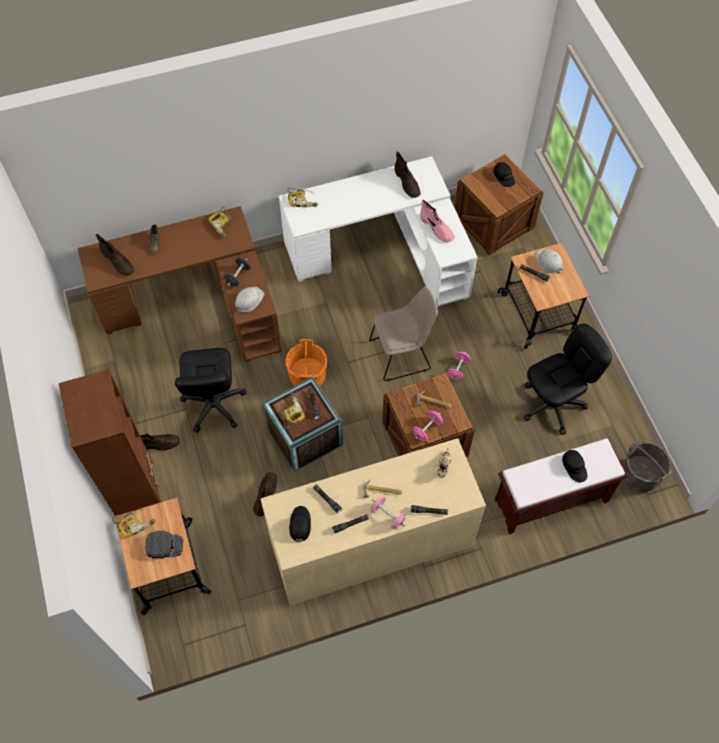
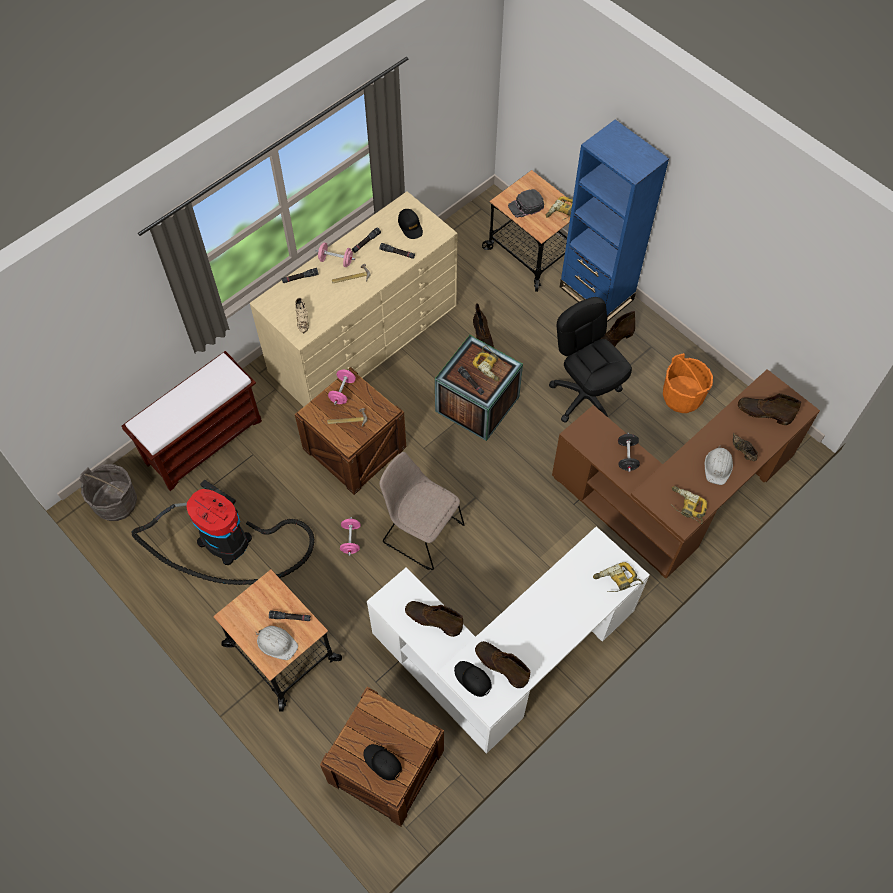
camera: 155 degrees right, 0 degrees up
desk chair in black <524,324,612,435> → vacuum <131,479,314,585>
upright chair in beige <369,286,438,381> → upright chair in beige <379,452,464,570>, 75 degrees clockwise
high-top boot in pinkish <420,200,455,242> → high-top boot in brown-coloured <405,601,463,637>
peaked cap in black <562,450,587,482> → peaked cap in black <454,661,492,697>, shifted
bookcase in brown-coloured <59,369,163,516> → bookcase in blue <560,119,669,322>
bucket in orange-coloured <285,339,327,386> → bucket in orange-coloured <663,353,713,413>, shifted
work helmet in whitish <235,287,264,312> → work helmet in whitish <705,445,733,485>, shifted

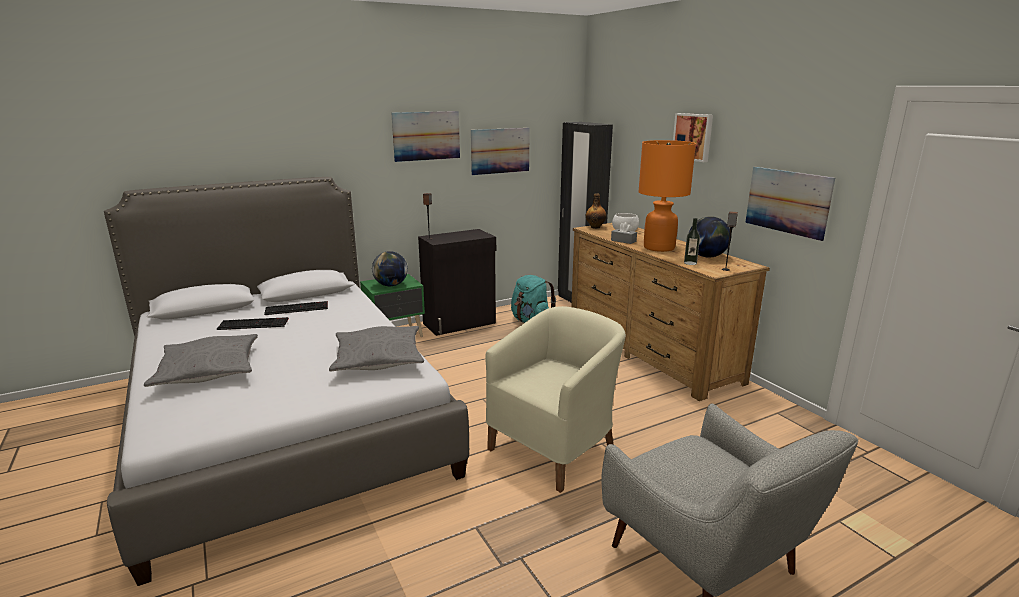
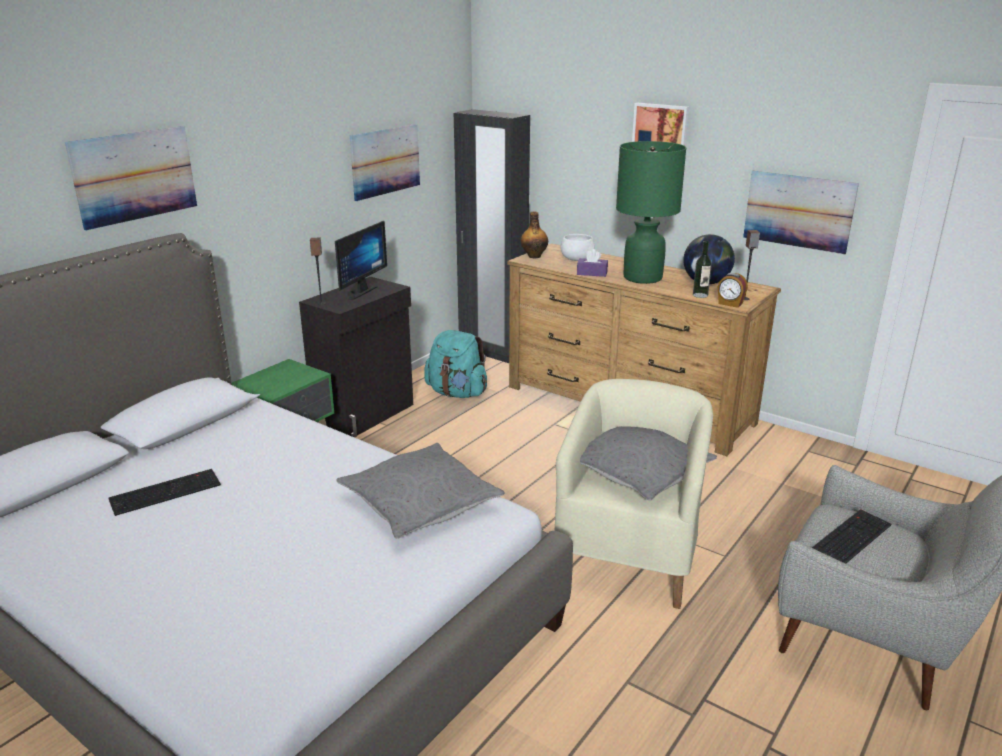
camera: 25 degrees left, 5 degrees up
wall picture <391,111,460,162> → wall picture <65,126,197,230>, shifted
- → computer screen <335,221,387,300>
tissue holder in greyish <611,222,637,244> → tissue holder in purple-coloured <577,249,608,277>
cushion in greyish <144,334,258,387> → cushion in greyish <580,426,717,501>, shifted
lamp for a table in orange-coloured <638,140,696,252> → lamp for a table in greenish <616,141,686,284>
- → alarm clock <718,273,748,308>
computer keyboard <264,301,328,315> → computer keyboard <812,509,891,563>, shifted
desk globe <372,251,408,286> → -

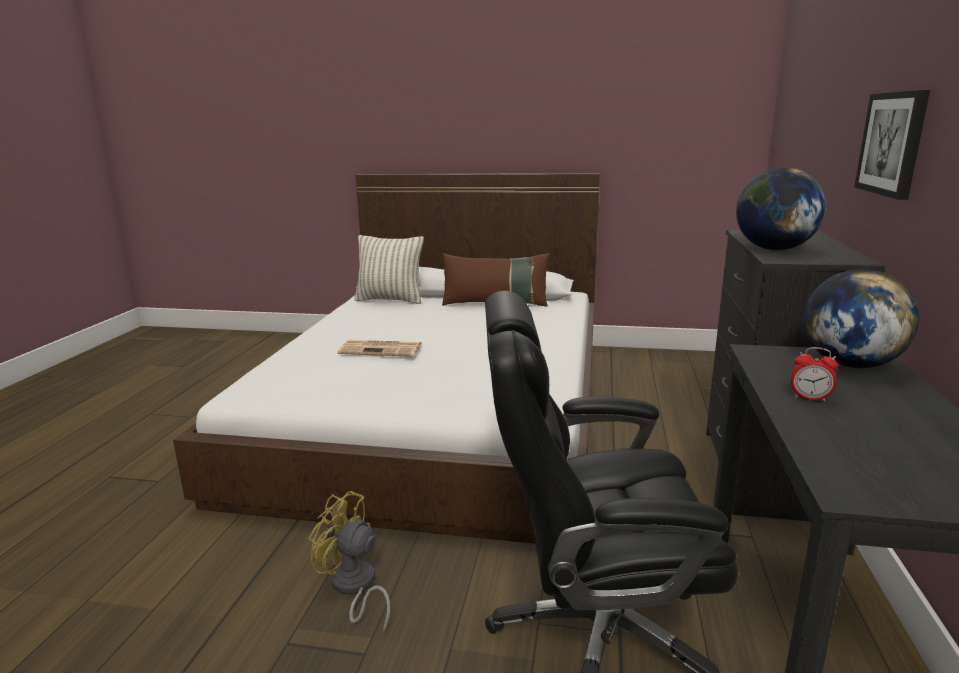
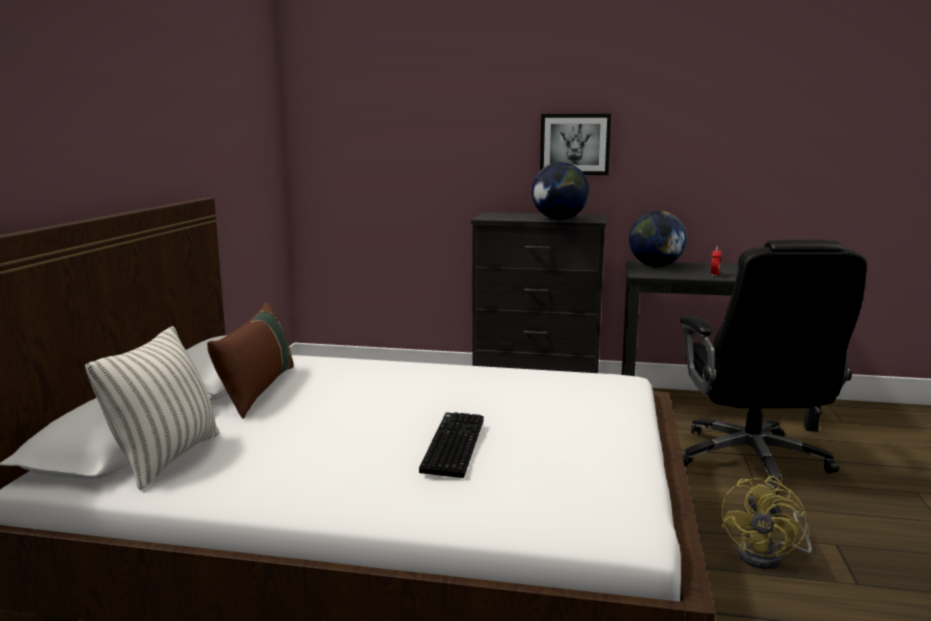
camera: 90 degrees left, 5 degrees down
daily paper <338,340,422,357> → computer keyboard <419,412,484,478>

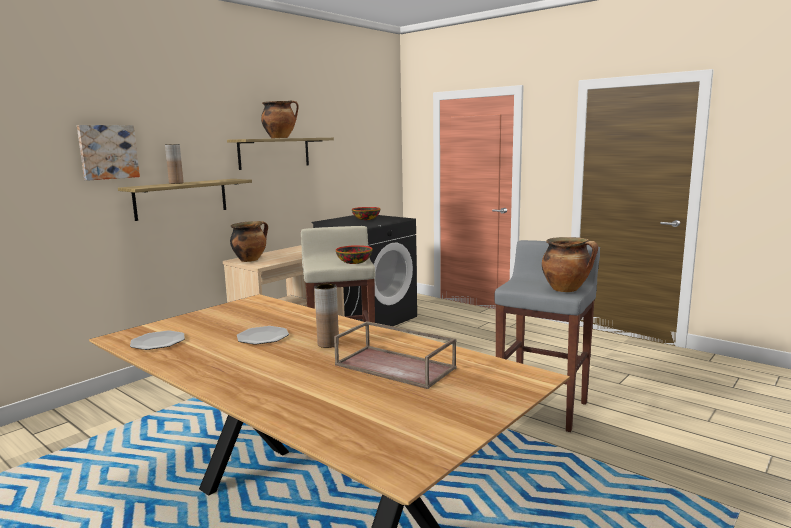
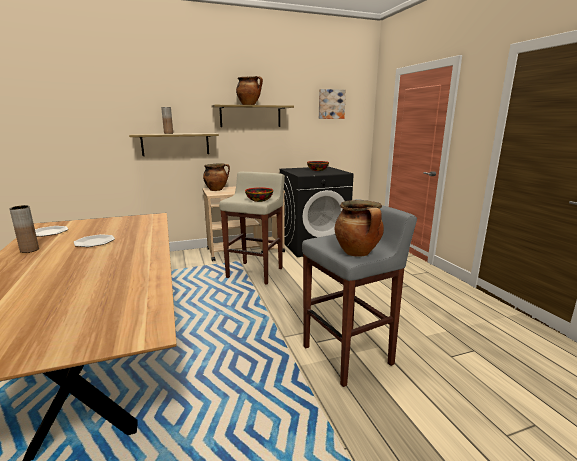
camera: 30 degrees right, 5 degrees up
decorative vase in brown-coloured <314,283,339,348> → decorative vase in brown-coloured <9,205,39,253>, shifted
wall picture <77,125,140,181> → wall picture <319,89,346,119>, shifted
tray in brown-coloured <334,321,457,389> → -

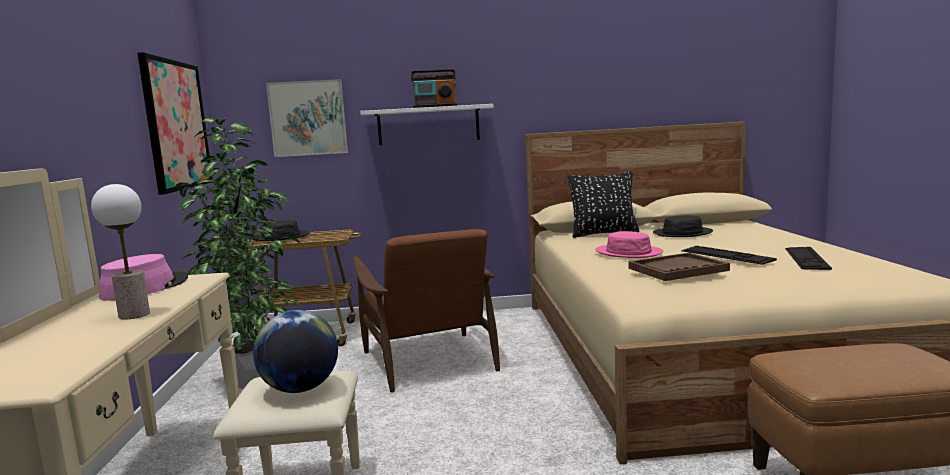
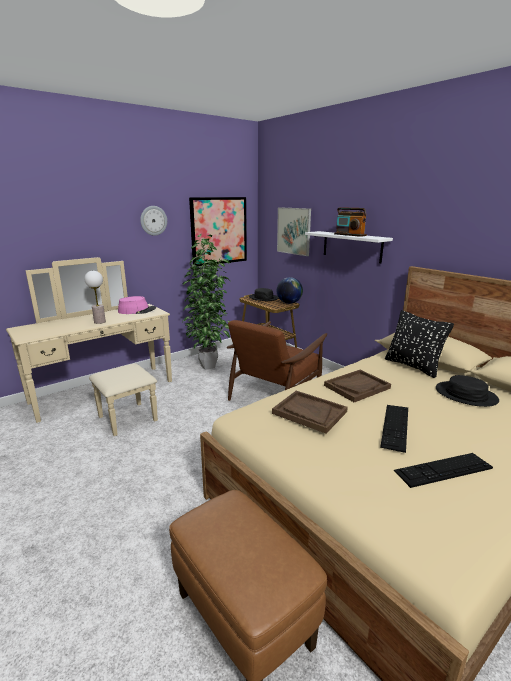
camera: 55 degrees right, 10 degrees up
- → hanging clock <140,206,167,236>
desk globe <253,310,338,393> → desk globe <277,277,303,304>, shifted
hat in pinkish <595,231,663,258> → tray in brown-coloured <324,370,391,402>

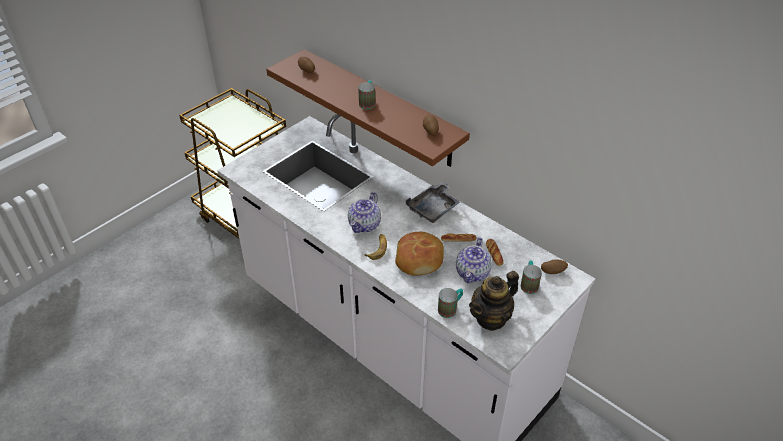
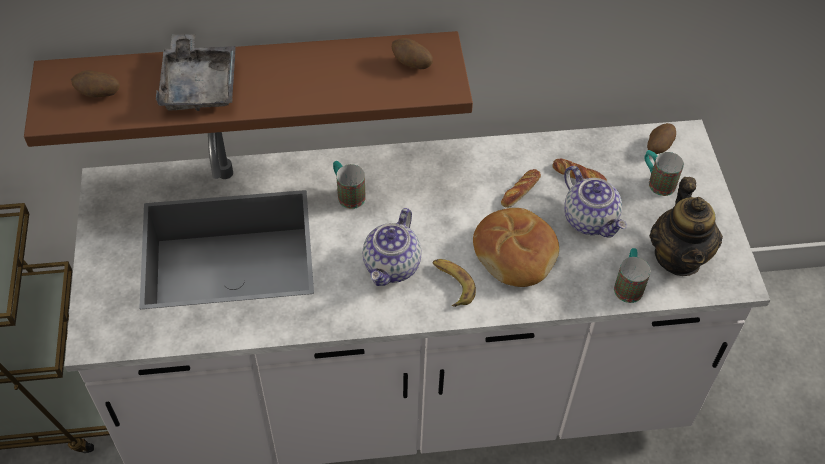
camera: 50 degrees left, 10 degrees up
tray in greyish <406,182,460,223> → tray in greyish <156,34,236,111>, shifted
mug <358,80,375,110> → mug <333,161,366,209>, shifted
tea pot <348,192,381,233> → tea pot <363,208,421,286>, 45 degrees clockwise

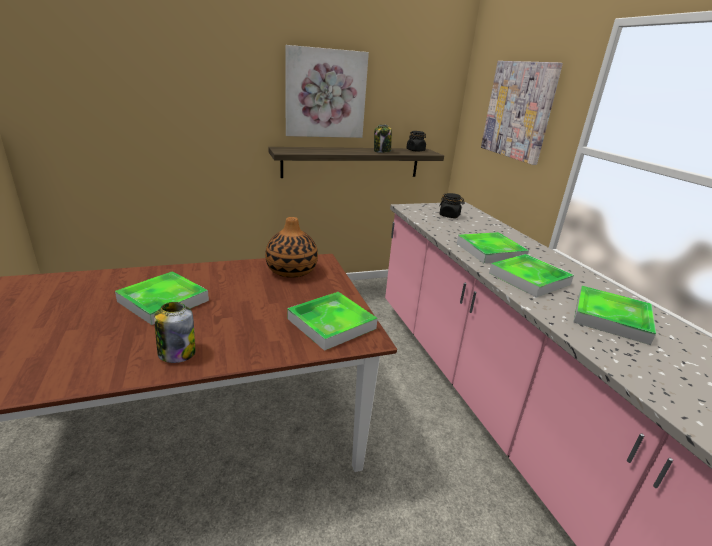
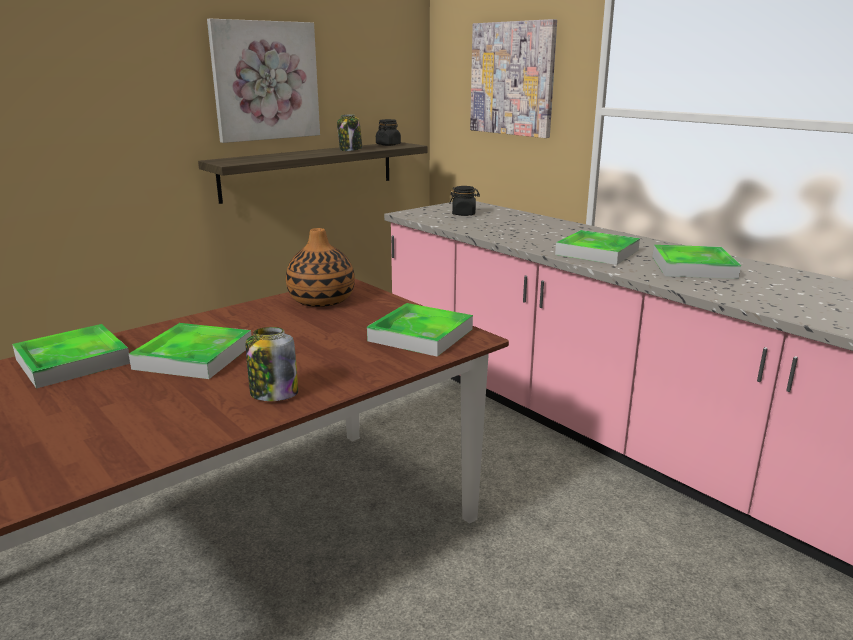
camera: 20 degrees left, 5 degrees down
tray <457,232,529,263> → tray <12,324,130,389>, shifted

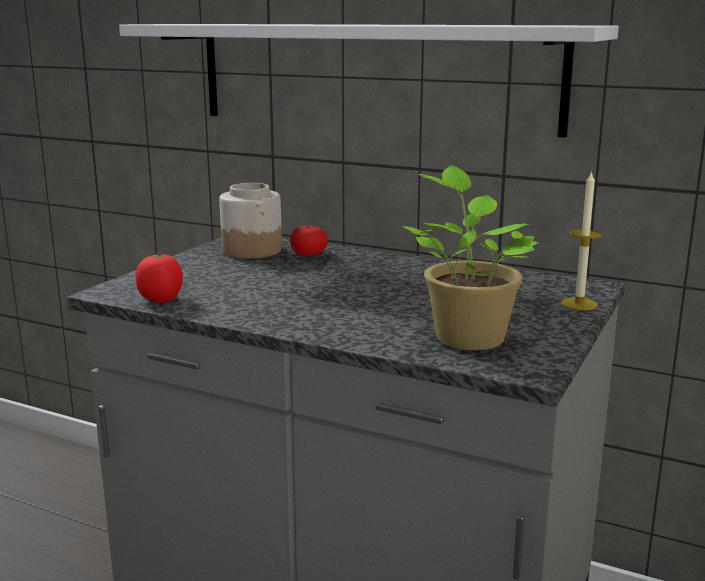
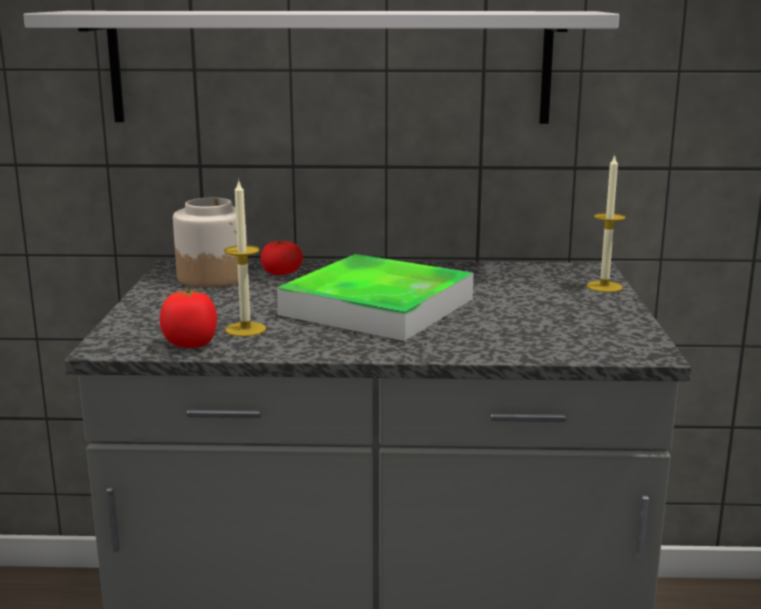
camera: 25 degrees left, 0 degrees up
- → candle <224,179,266,337>
- → tray <277,254,474,341>
houseplant <402,165,539,350> → -

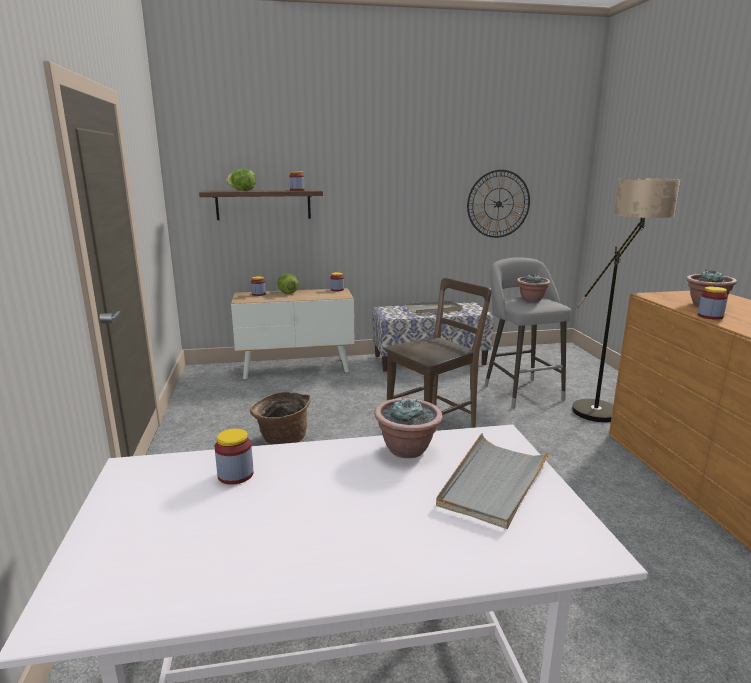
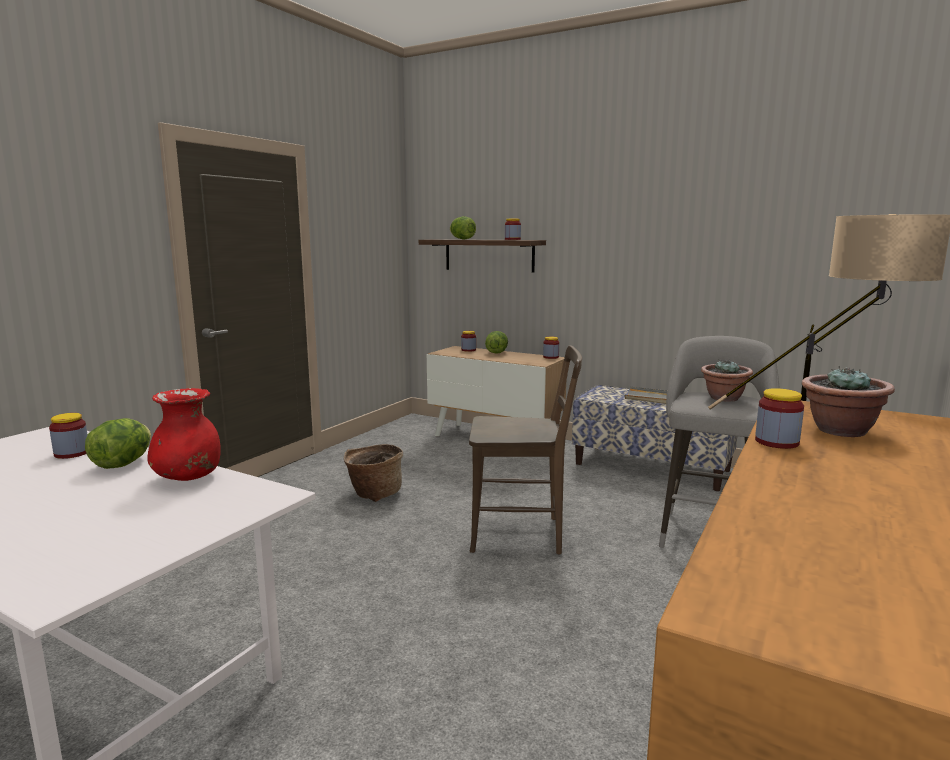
camera: 40 degrees right, 5 degrees down
- → lettuce head <85,418,151,469>
houseplant <374,398,443,458> → decorative vase in reddish <147,388,221,481>
tray in greyish <436,433,552,529> → -
hanging clock <467,170,530,238> → -

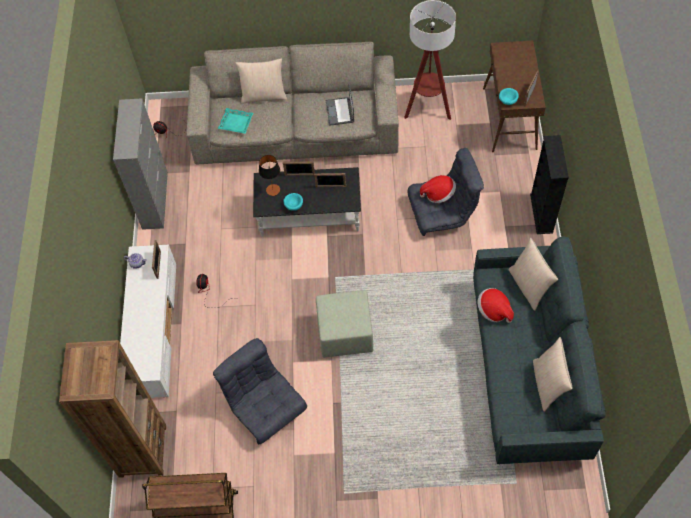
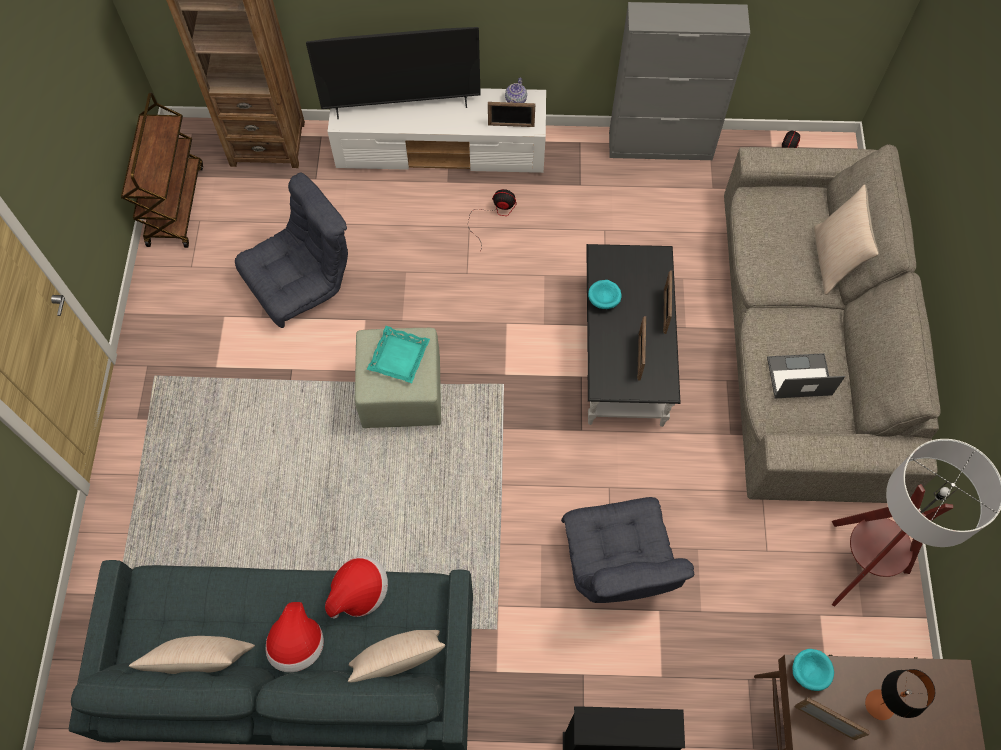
camera: 90 degrees right, 5 degrees up
hat <420,175,456,203> → hat <266,602,324,672>, shifted
- → television <306,27,481,119>
tray in turquoise <218,108,253,134> → tray in turquoise <367,326,430,383>, shifted
lamp for a table <259,155,280,196> → lamp for a table <865,669,935,720>, shifted

